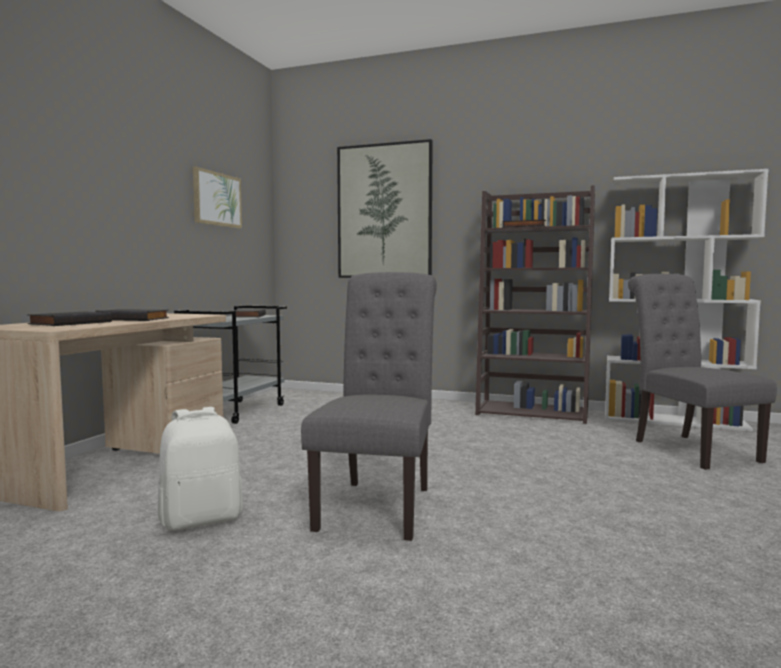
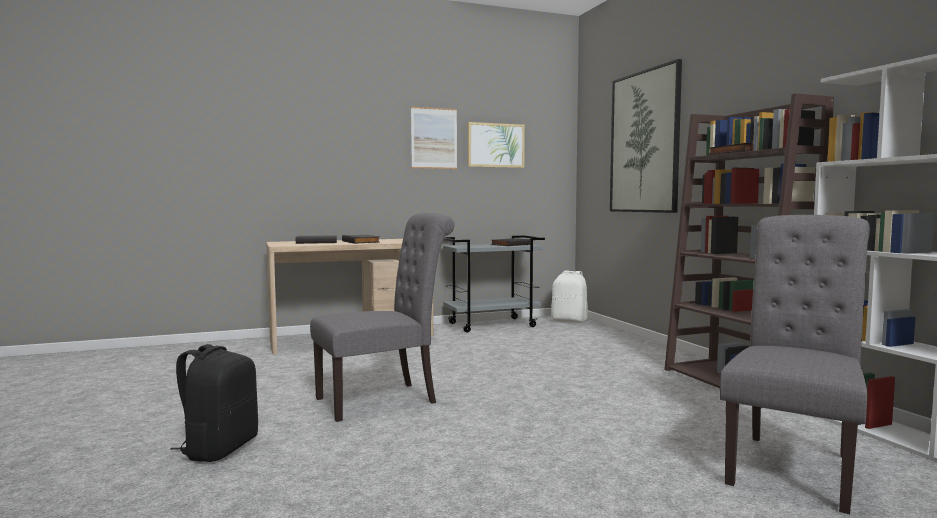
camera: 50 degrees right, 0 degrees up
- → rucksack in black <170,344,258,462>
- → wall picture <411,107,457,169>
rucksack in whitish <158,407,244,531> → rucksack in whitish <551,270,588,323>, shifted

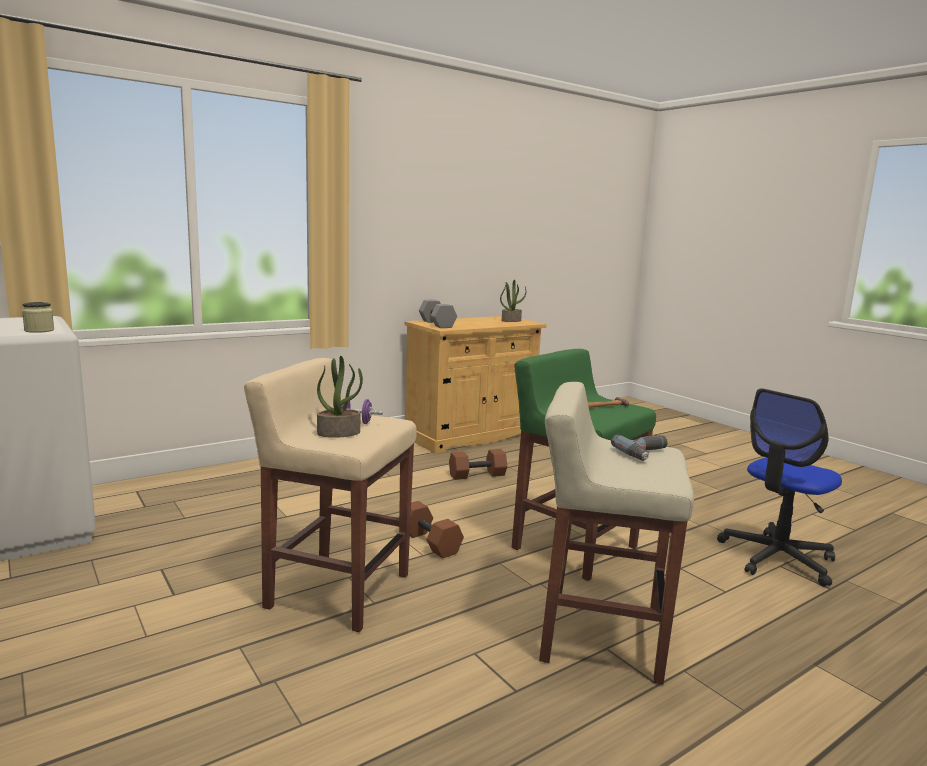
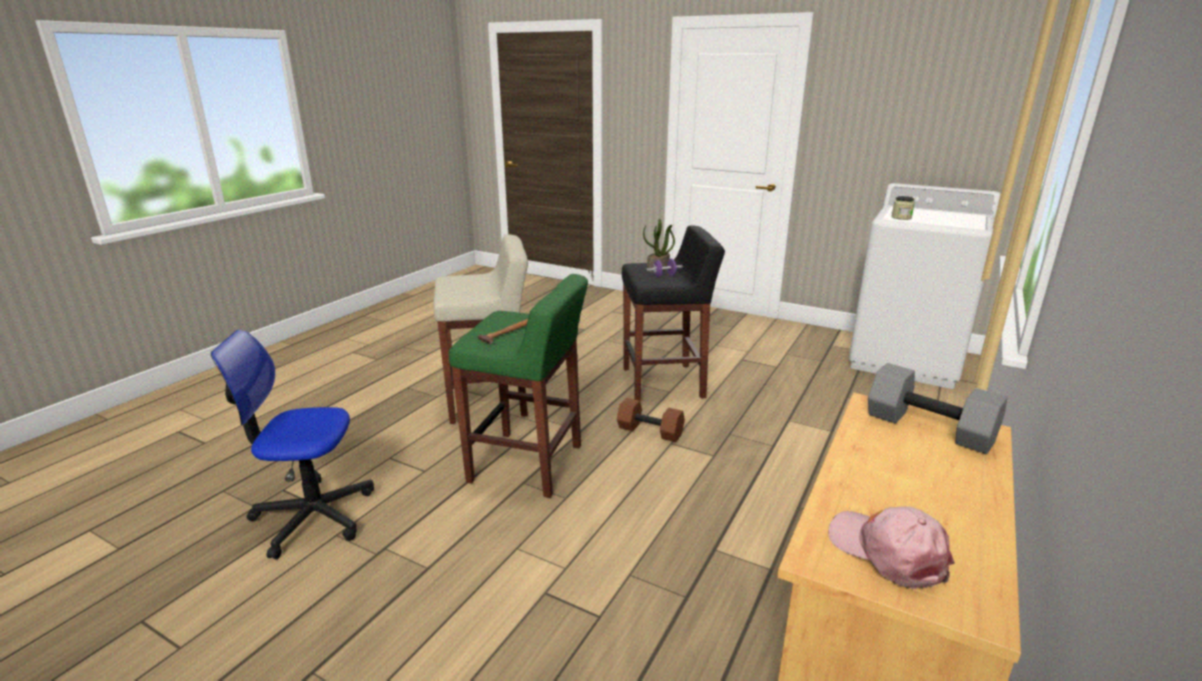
camera: 155 degrees right, 10 degrees up
desk chair <717,388,842,587> → desk chair <211,330,374,559>, 120 degrees counterclockwise
stool seat in beige <244,358,417,632> → stool seat in black <622,225,725,402>
houseplant <500,280,526,322> → peaked cap in pinkish <828,507,955,589>
hand weight in brown-coloured <449,449,507,480> → -
power drill <611,435,668,461> → -

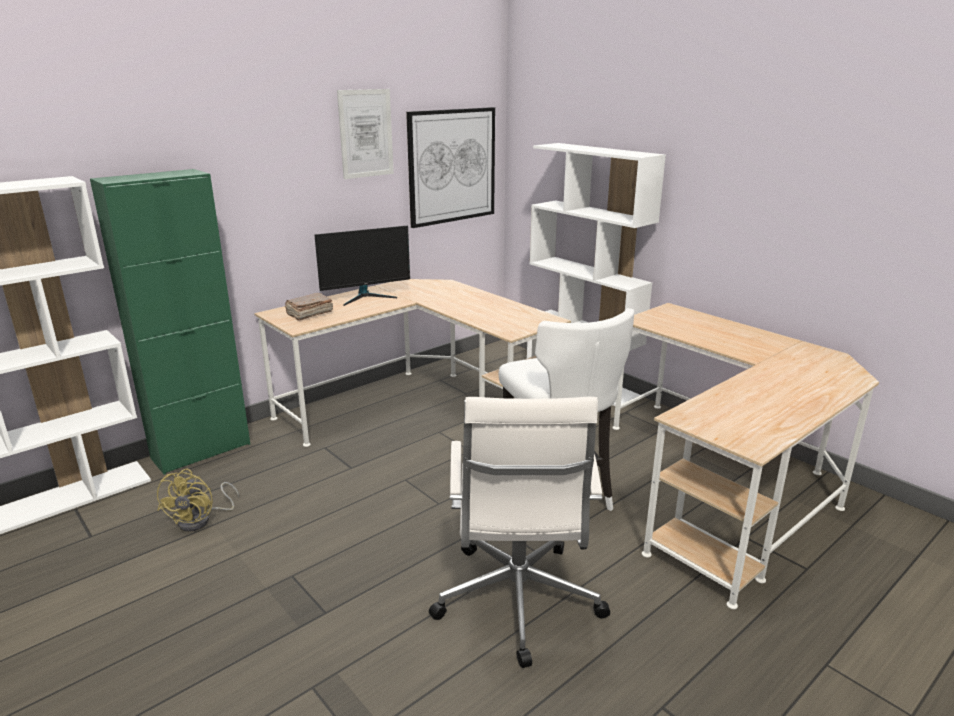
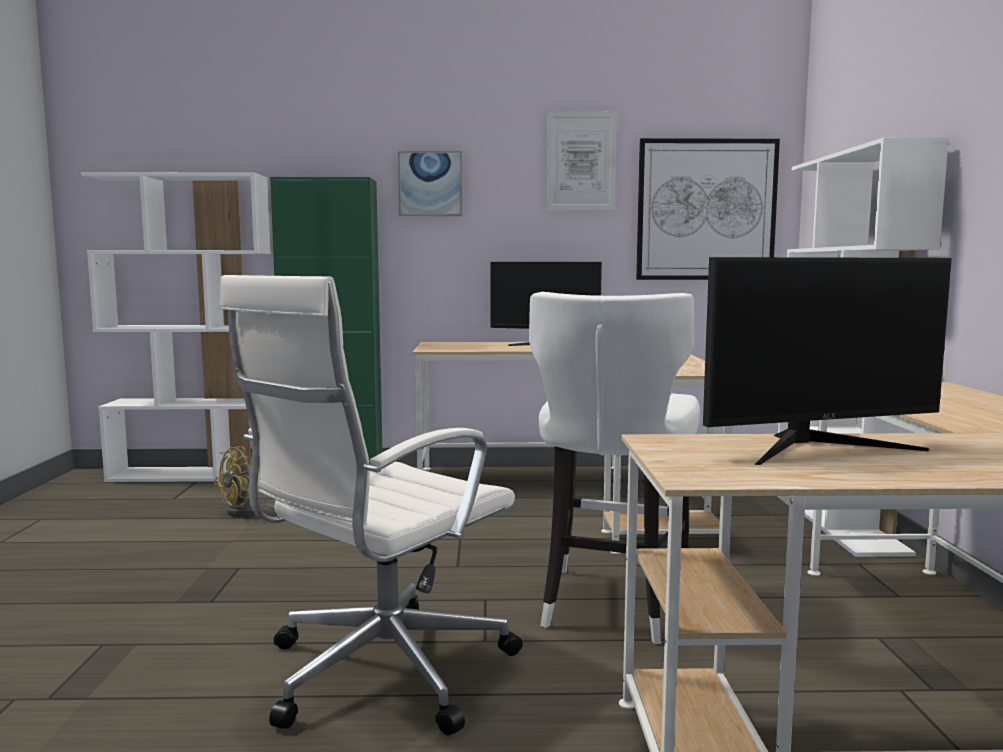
camera: 40 degrees right, 15 degrees down
- → wall picture <398,151,462,216>
- → computer screen <703,257,952,465>
bound book in brown-coloured <285,293,333,321> → -

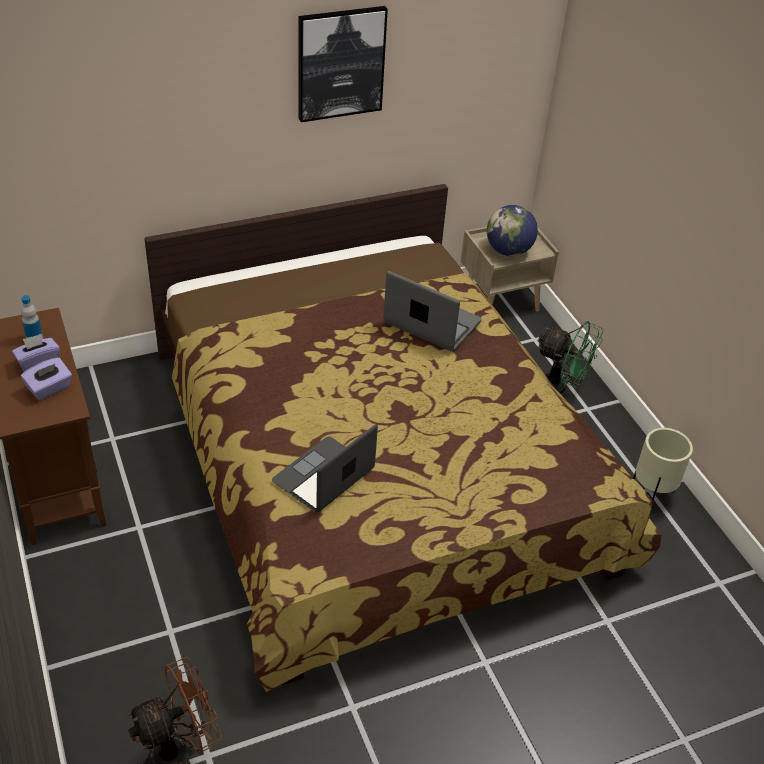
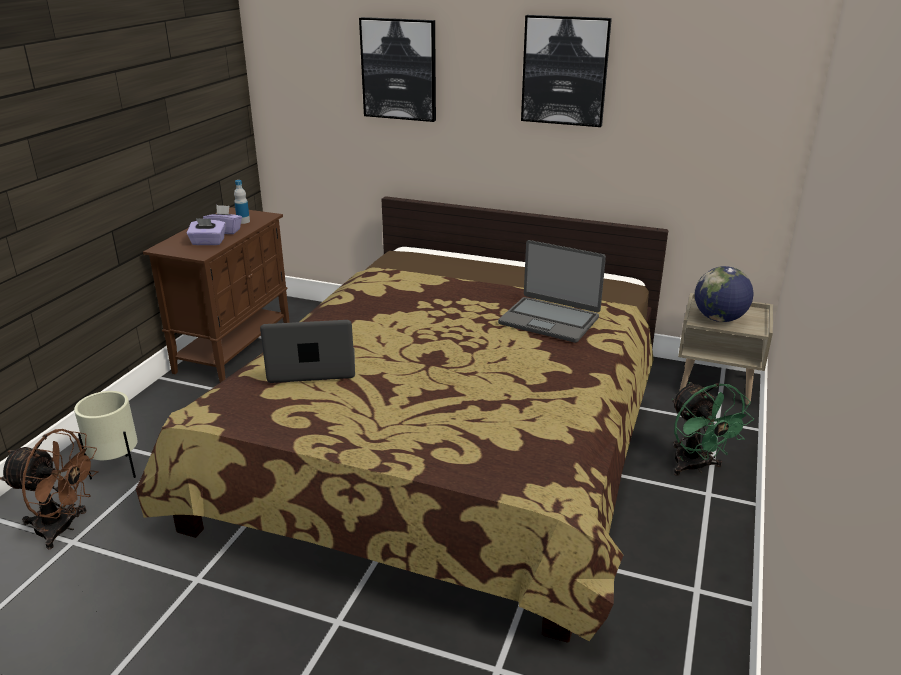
camera: 45 degrees right, 15 degrees down
planter in beige <633,428,693,501> → planter in beige <74,391,138,480>, shifted
- → wall picture <359,17,436,122>
notebook computer <383,271,482,352> → notebook computer <498,240,606,343>, 135 degrees clockwise

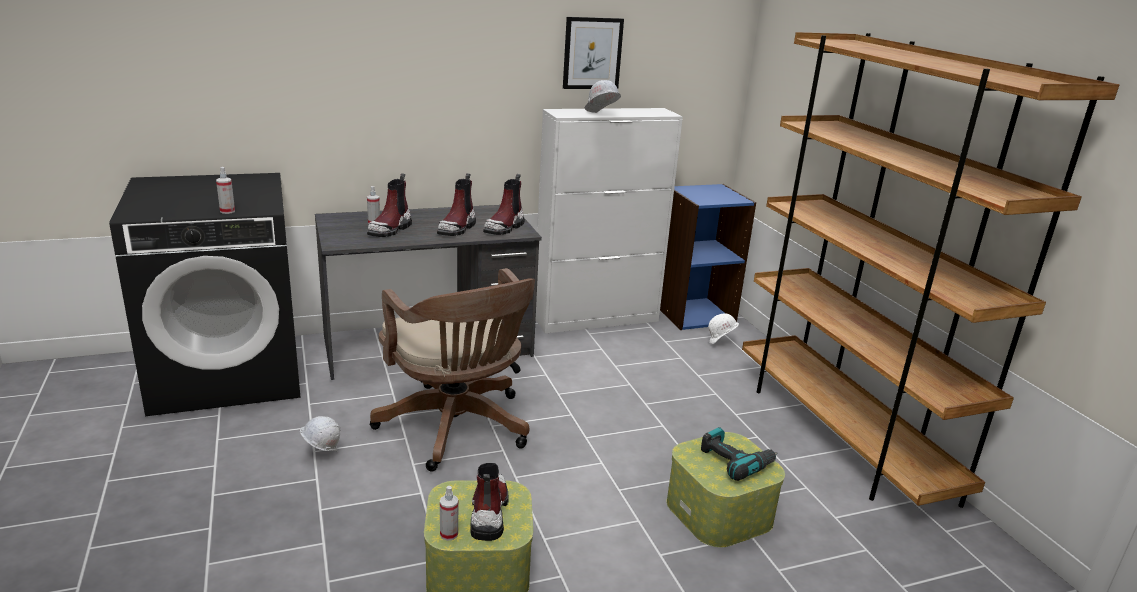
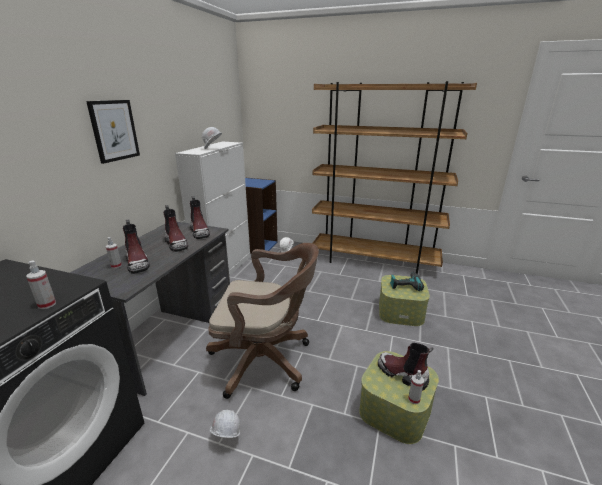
camera: 50 degrees left, 0 degrees up
wall picture <563,17,624,89> → wall picture <86,100,140,164>, shifted

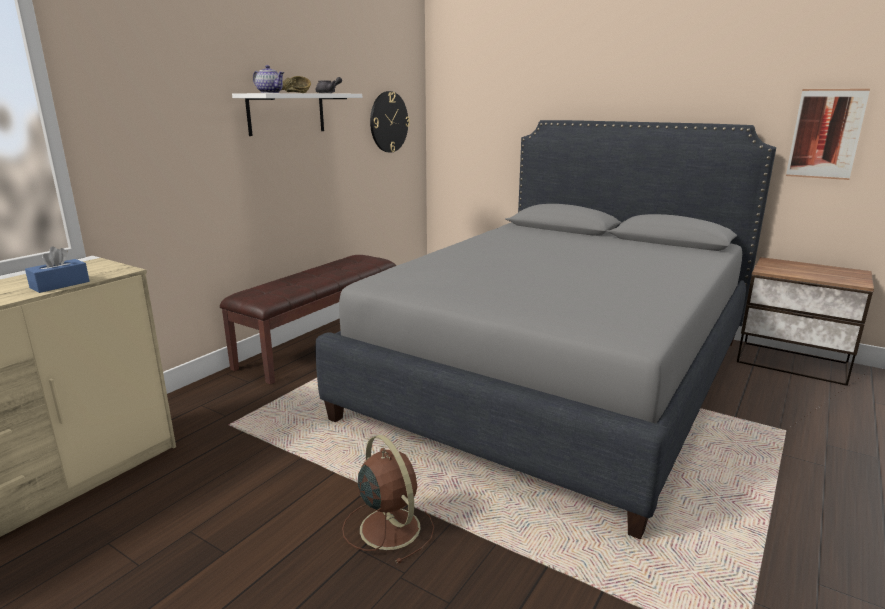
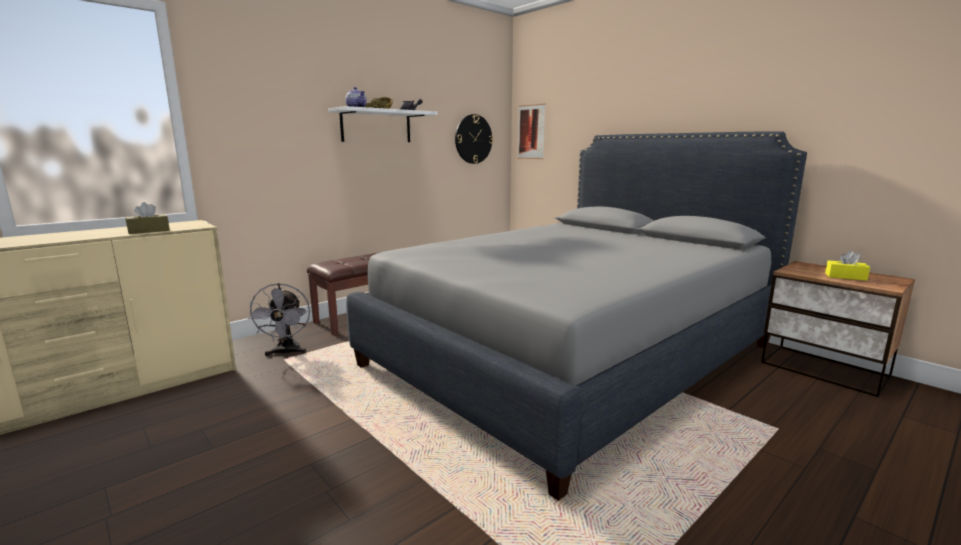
camera: 15 degrees right, 5 degrees down
tissue holder in blue <25,247,90,293> → tissue holder in brown-coloured <125,202,170,234>
- → fan in greyish <247,283,310,356>
wall picture <786,89,870,180> → wall picture <518,104,545,159>, shifted
- → tissue holder in yellowish <825,251,870,281>
fan in brown-coloured <342,435,434,564> → -

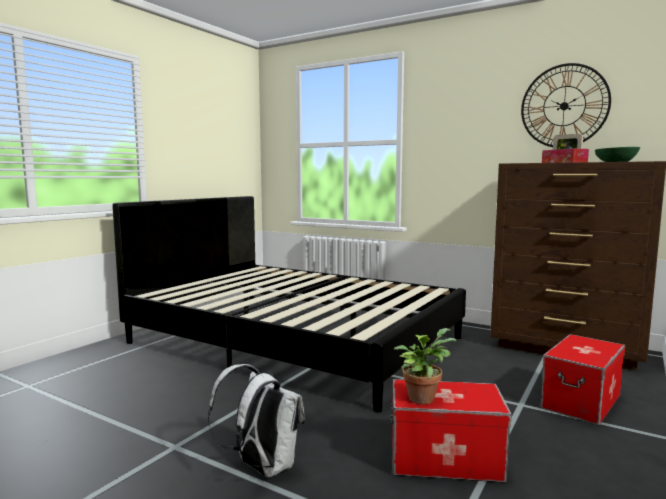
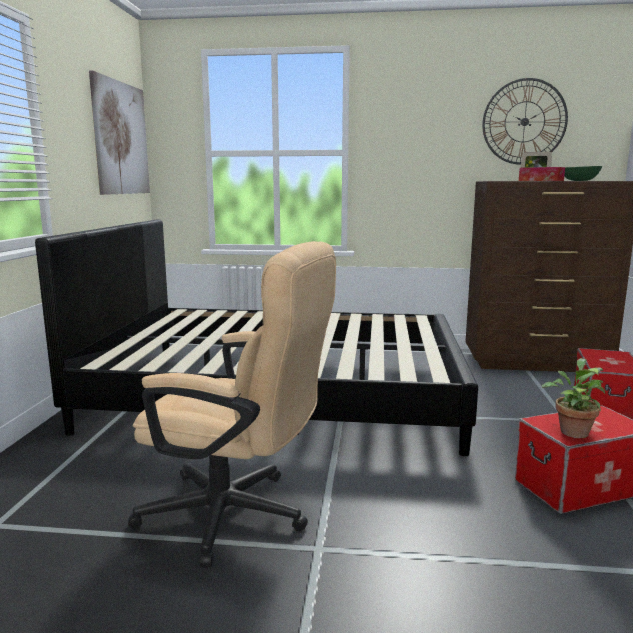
camera: 25 degrees left, 5 degrees up
- → wall picture <89,70,150,195>
- → desk chair in beige <128,241,336,568>
rucksack in whitish <208,364,305,477> → -

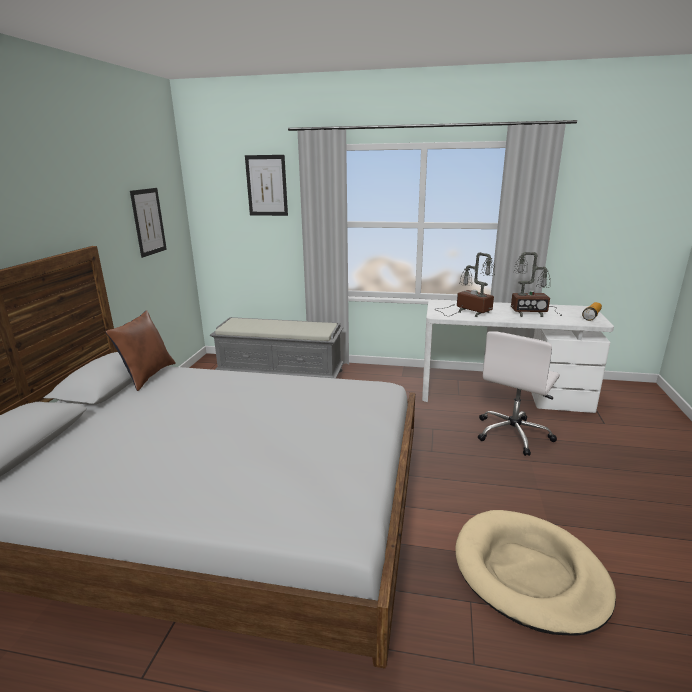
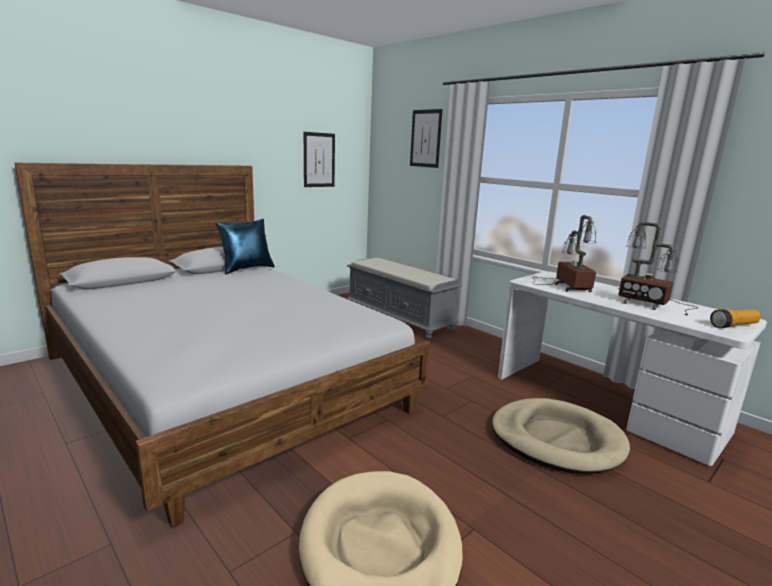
camera: 35 degrees right, 5 degrees down
cushion in brown-coloured <105,310,176,391> → cushion in blue <215,219,275,275>
desk chair in whitish <478,331,560,456> → dog bed in beige <492,398,630,474>

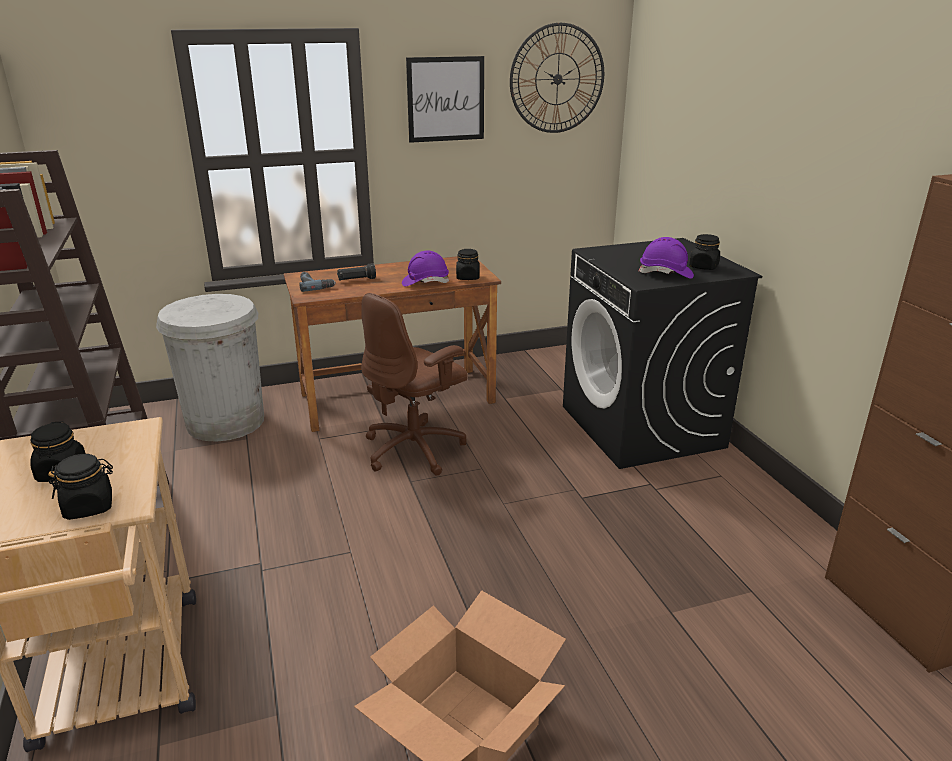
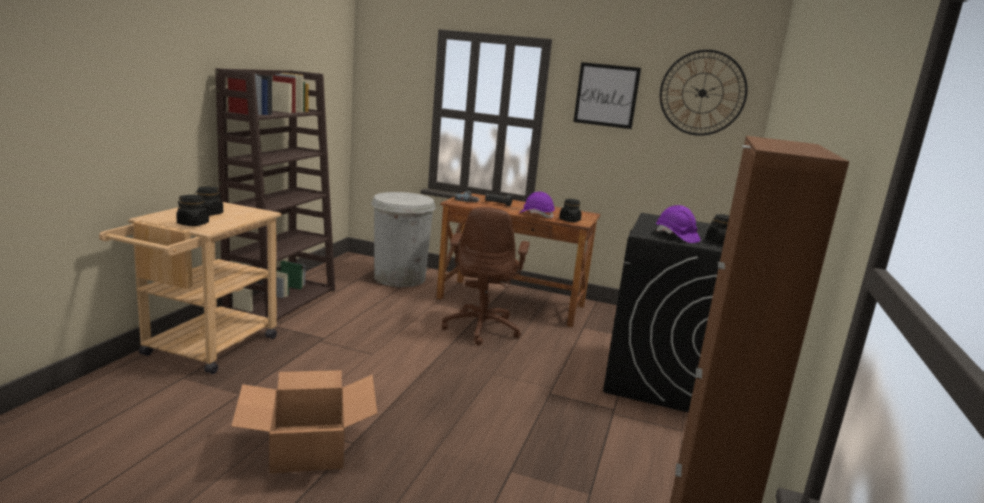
camera: 35 degrees right, 10 degrees down
desk chair in brown-coloured <361,293,468,475> → desk chair in brown-coloured <442,207,530,345>, 75 degrees counterclockwise

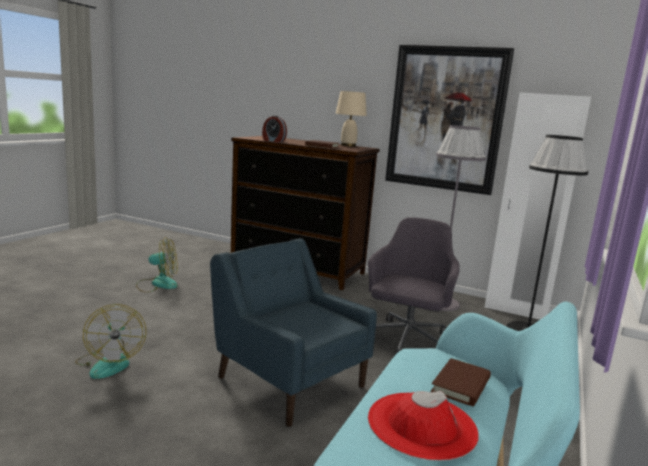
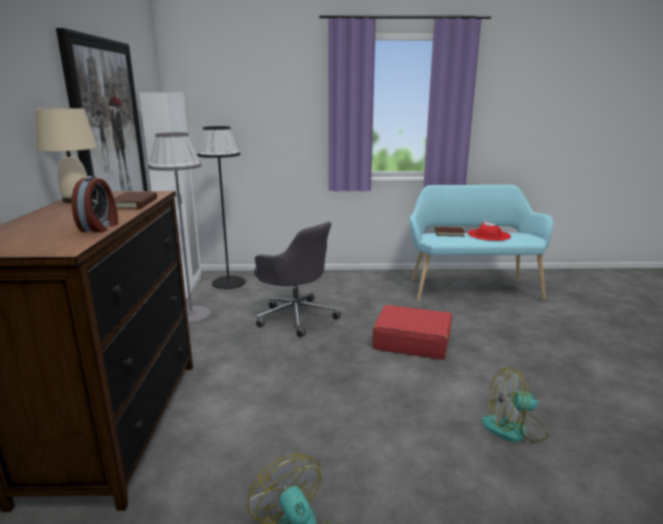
camera: 115 degrees left, 5 degrees up
desk chair in greyish <368,217,459,355> → desk chair in greyish <254,221,341,337>, 135 degrees counterclockwise
lounge chair in blue <210,238,377,427> → piece of luggage in reddish <373,305,452,360>
fan <75,304,146,379> → fan <481,367,549,443>, 135 degrees counterclockwise

